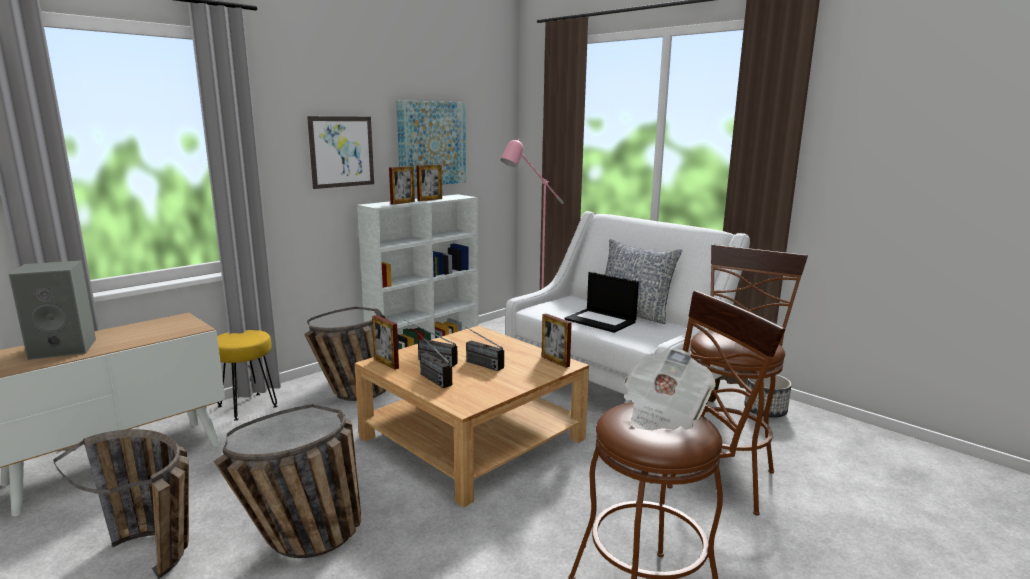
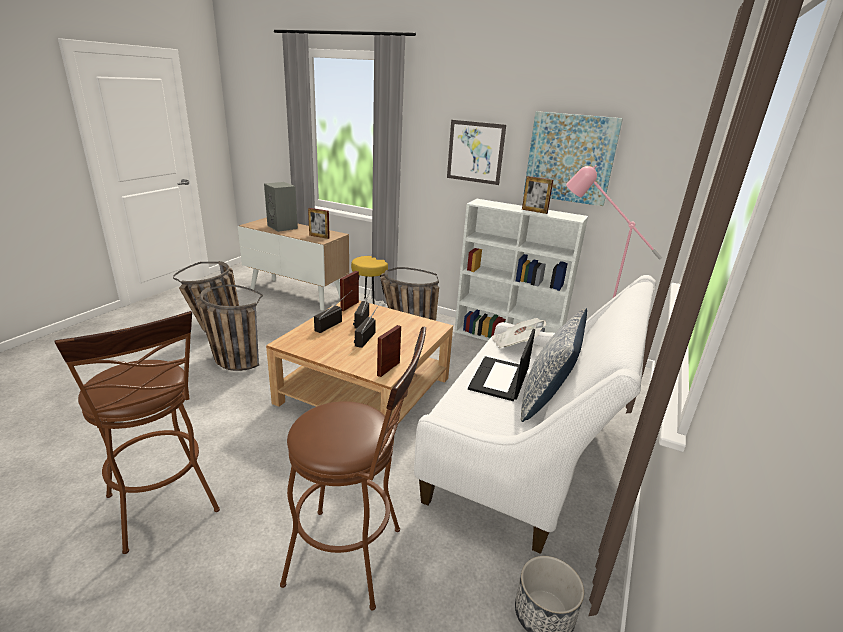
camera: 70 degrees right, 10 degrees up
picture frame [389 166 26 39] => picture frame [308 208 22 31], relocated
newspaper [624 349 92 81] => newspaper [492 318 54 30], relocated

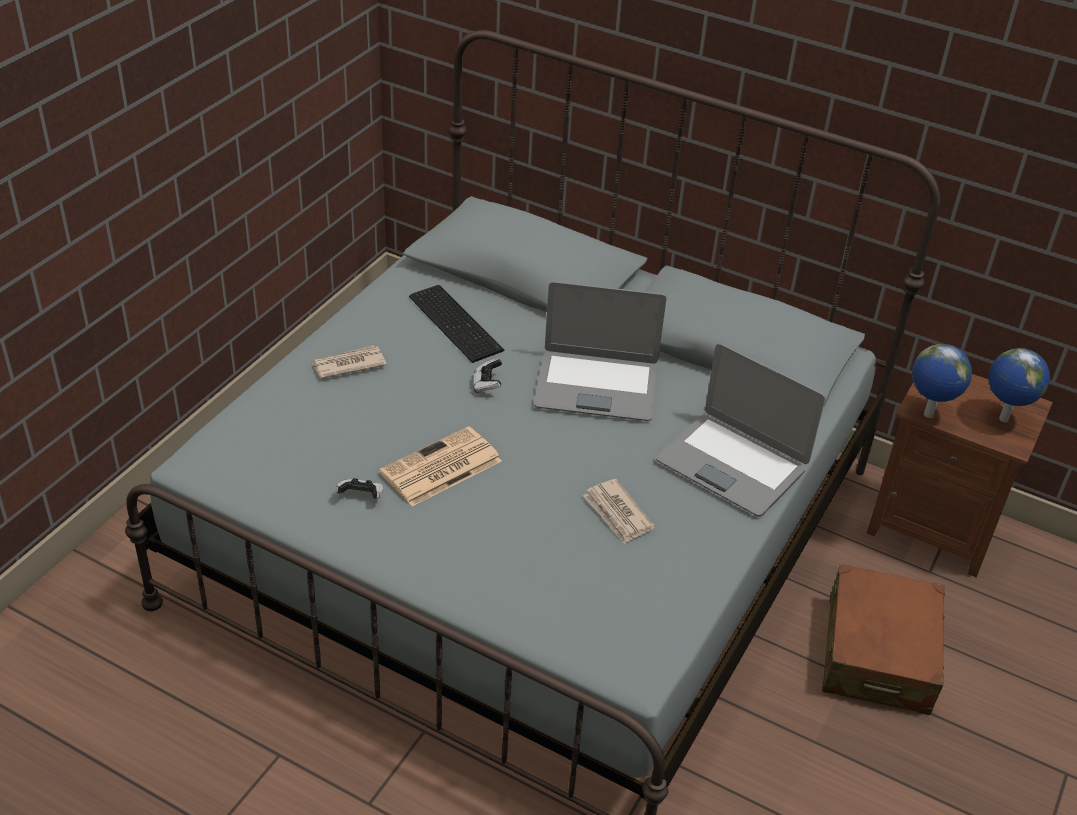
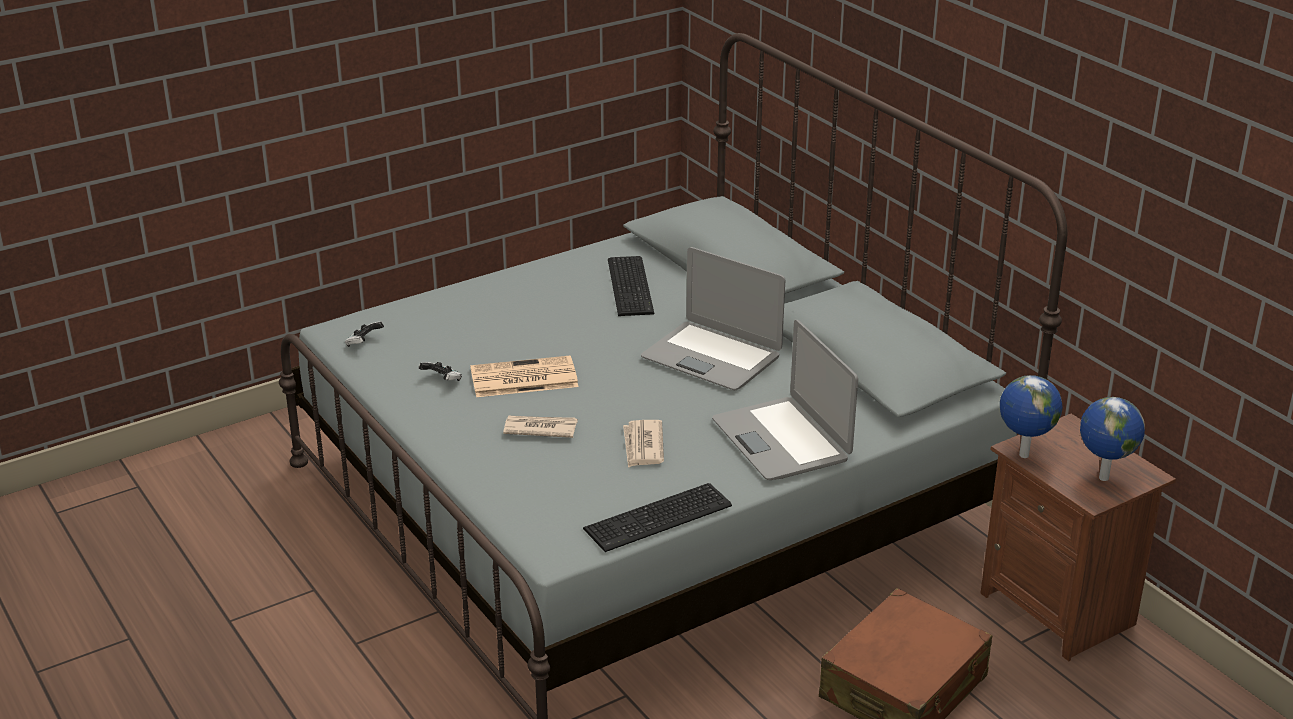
camera: 30 degrees right, 10 degrees down
newspaper [312 345 75 34] => newspaper [503 416 75 22], relocated
game controller [473 359 29 34] => game controller [345 321 39 26], relocated
nothing => keyboard [583 483 149 69]

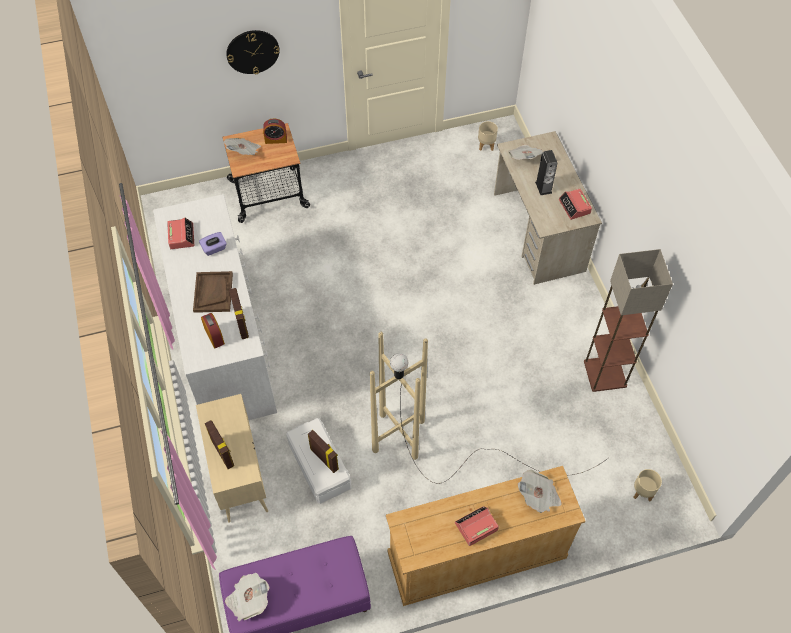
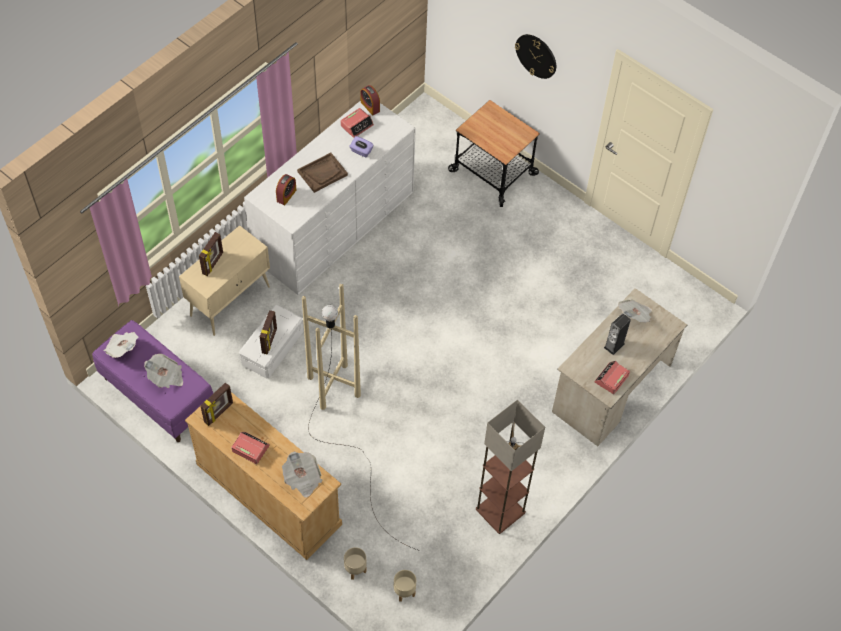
camera: 55 degrees right, 0 degrees up
newspaper [223 138 38 17] => newspaper [144 354 39 34], relocated
picture frame [229 288 20 51] => picture frame [200 383 33 43], relocated
alarm clock [263 119 24 25] => alarm clock [360 85 20 30], relocated
planter in beige [478 121 20 30] => planter in beige [344 547 22 33], relocated

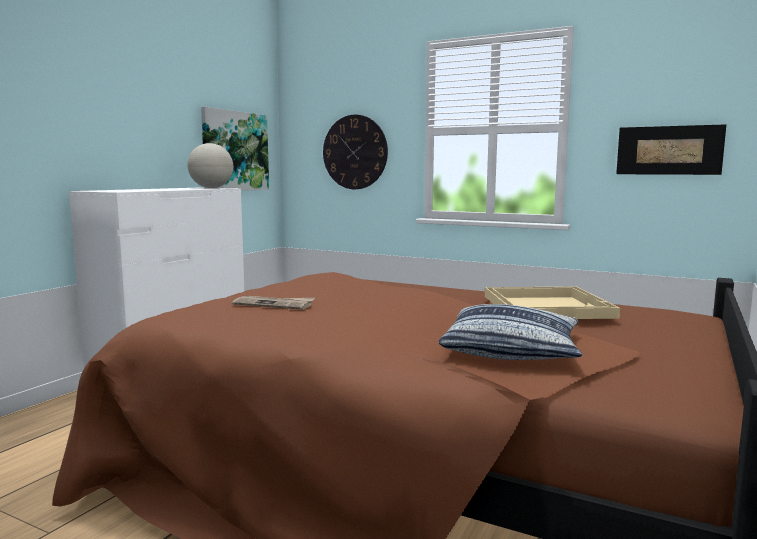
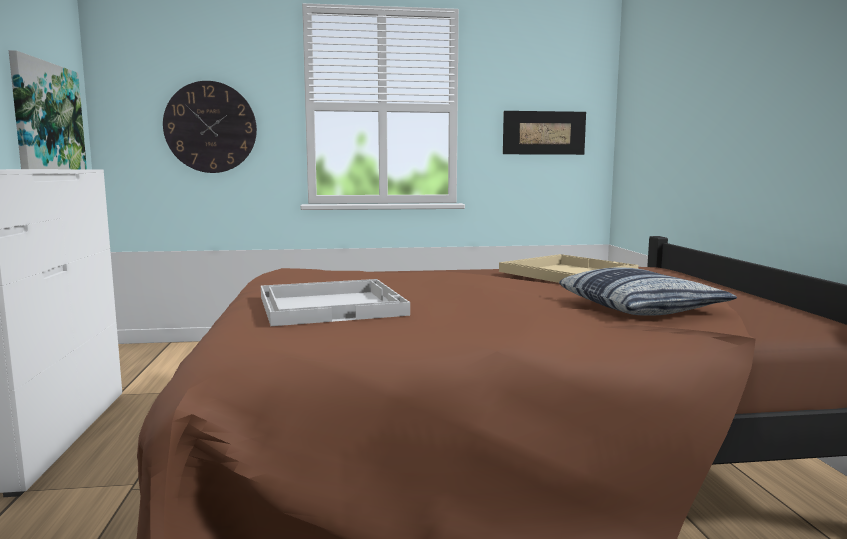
camera: 35 degrees left, 0 degrees up
globe [187 143 46 45] => nothing
newspaper [232 296 83 14] => tray in white [261 279 149 47]

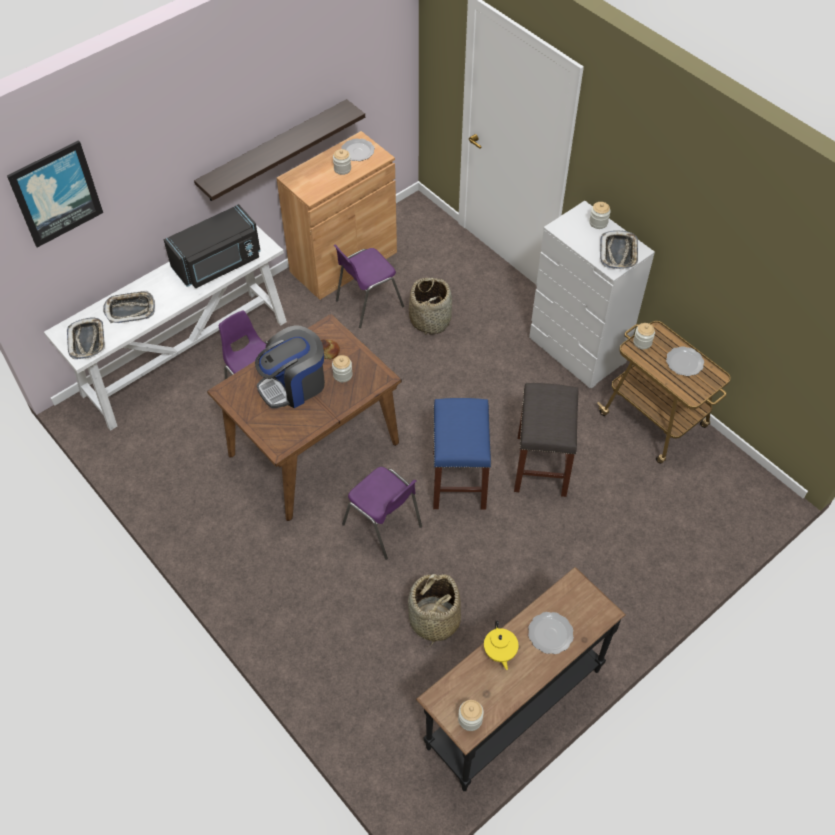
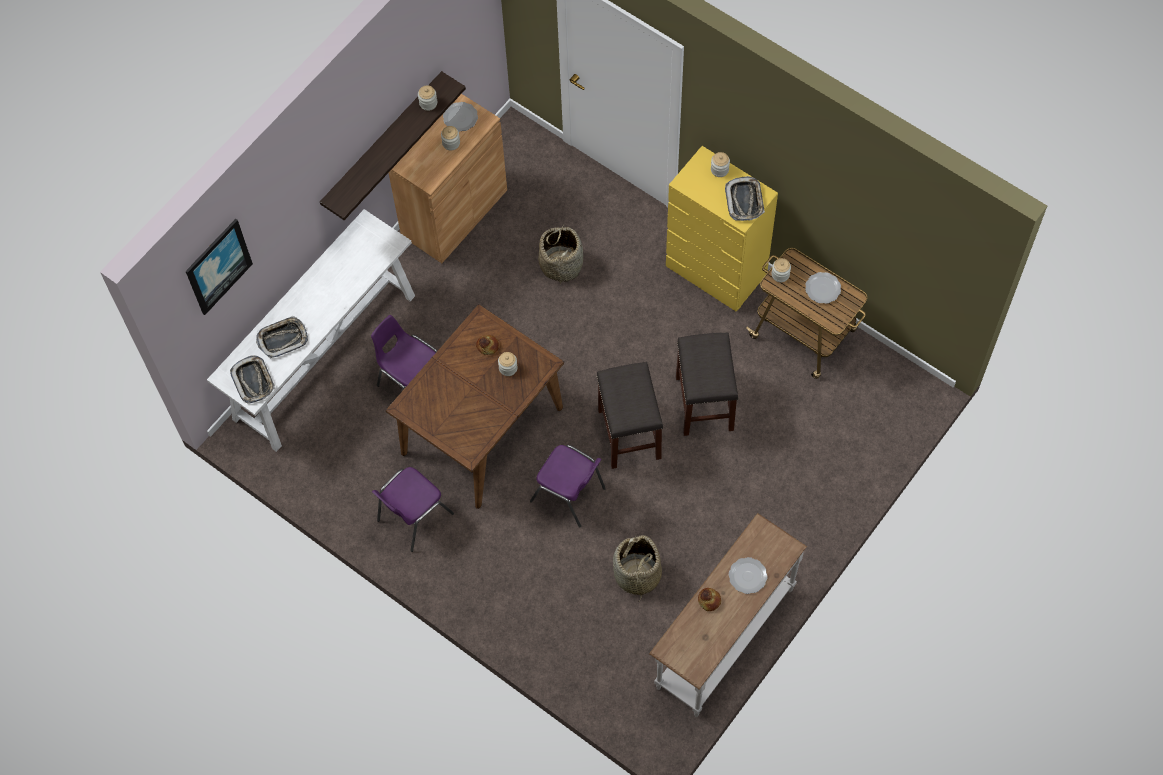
camera: 10 degrees left, 10 degrees up
microwave in black [164 204 97 84] => nothing
coffee machine [255 325 70 83] => nothing
chair in purple [334 244 70 84] => chair in purple [372 467 82 85], relocated
console table in black [416 567 210 224] => console table in white [649 513 158 204]
stool in blue [433 398 58 112] => stool in grey [596 362 67 107]
jar [458 700 26 31] => jar [418 85 19 26], relocated
teapot in yellow [484 620 34 50] => bread [698 588 23 23]
dresser in white [529 201 126 187] => dresser in yellow [666 146 112 165]

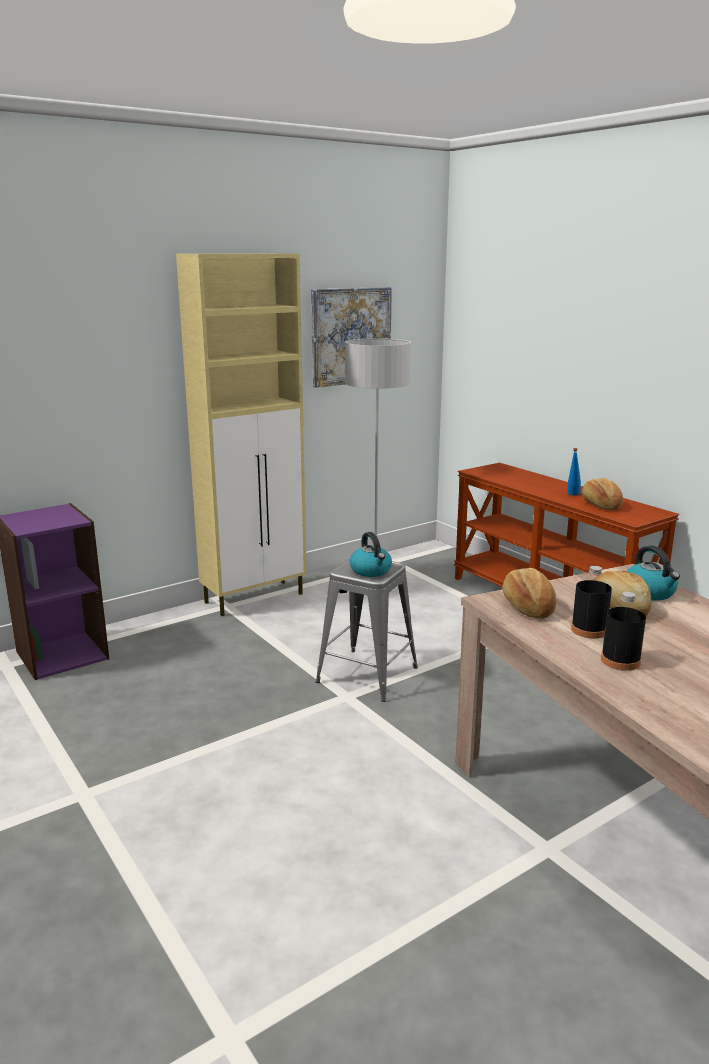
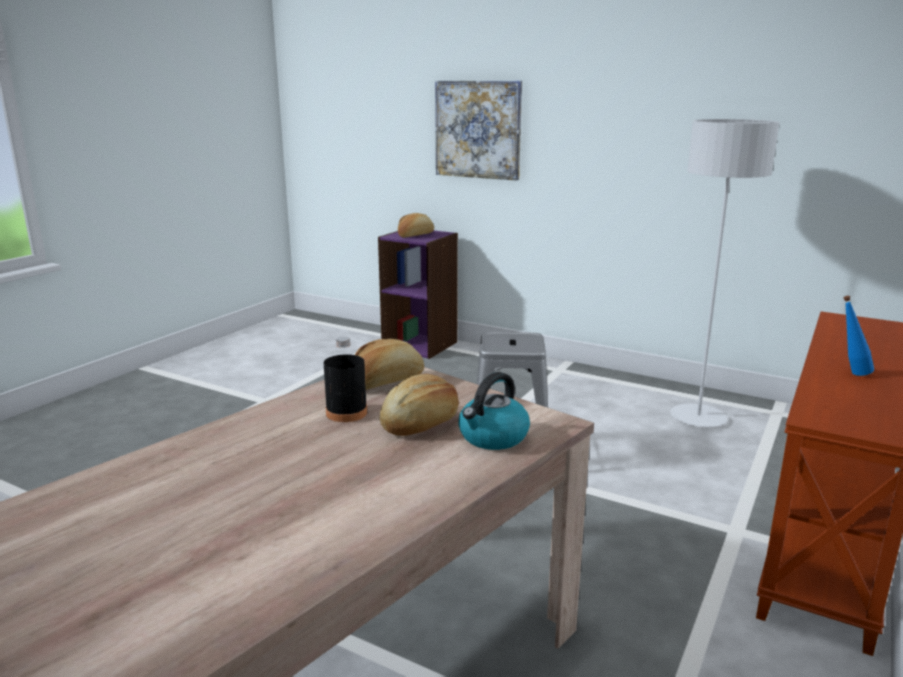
camera: 65 degrees right, 0 degrees up
cabinet in beige [176 254 131 362] => nothing
picture [311 287 81 101] => picture [435 81 87 100], relocated
kettle [350 532 42 45] => nothing
bread [582 478 41 32] => bread [398 213 36 25], relocated
bottle in black [601 592 45 79] => nothing

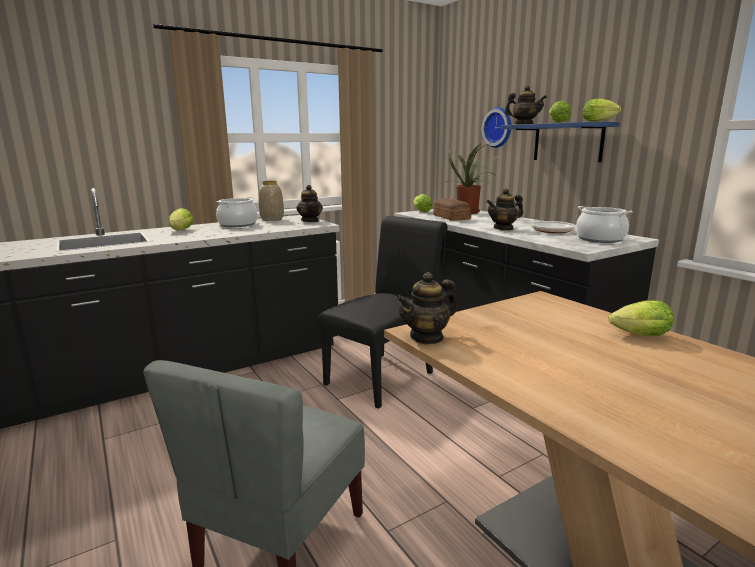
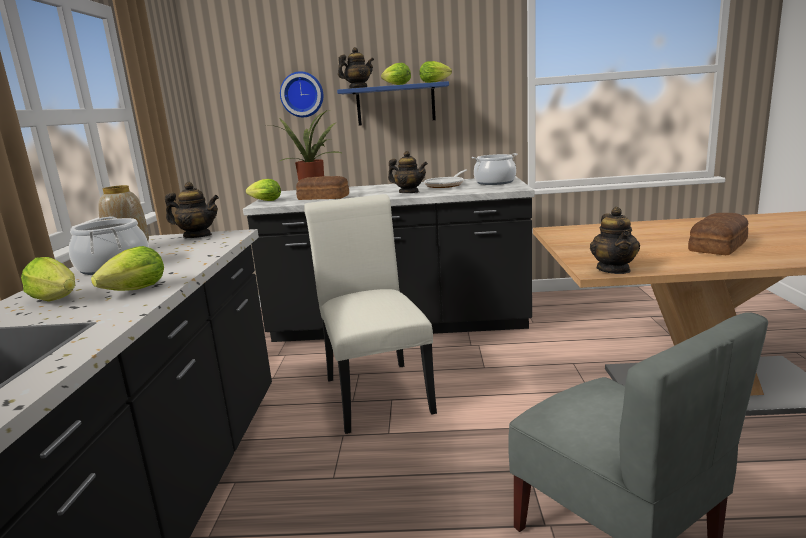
camera: 55 degrees left, 0 degrees up
chair in black [317 216 131 193] => chair in white [304 194 133 240]
teapot [486 188 37 42] => teapot [388 151 40 42], 75 degrees counterclockwise
lettuce [609 300 65 36] => lettuce [91 246 73 45], relocated
nothing => bread [688 213 61 42]

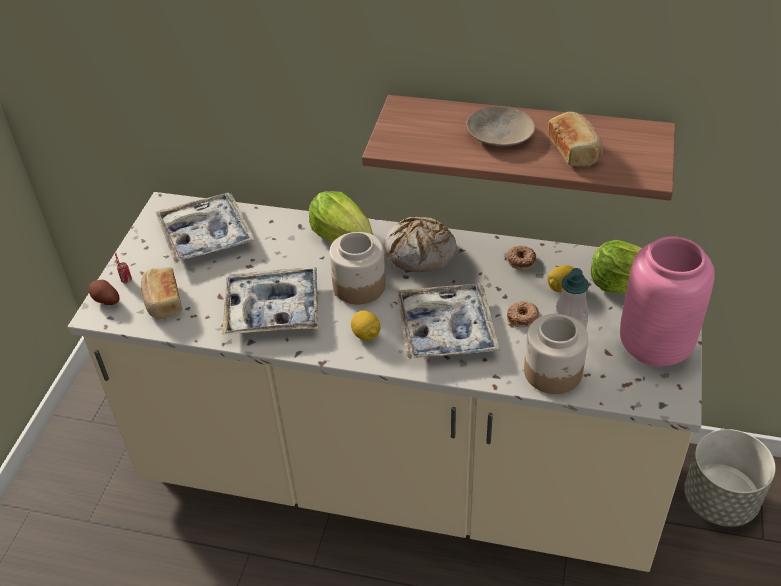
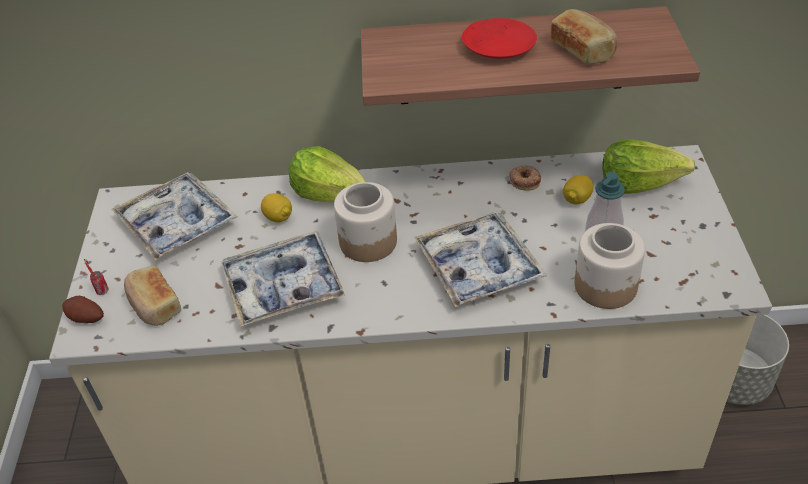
camera: 15 degrees left, 0 degrees up
lemon [351 310 29 31] => lemon [261 193 31 30], relocated
bread [384 217 73 55] => nothing
plate in beige [467 106 68 40] => plate in red [462 18 75 41]
donut [507 301 32 26] => nothing
vase in pink [620 236 95 131] => nothing

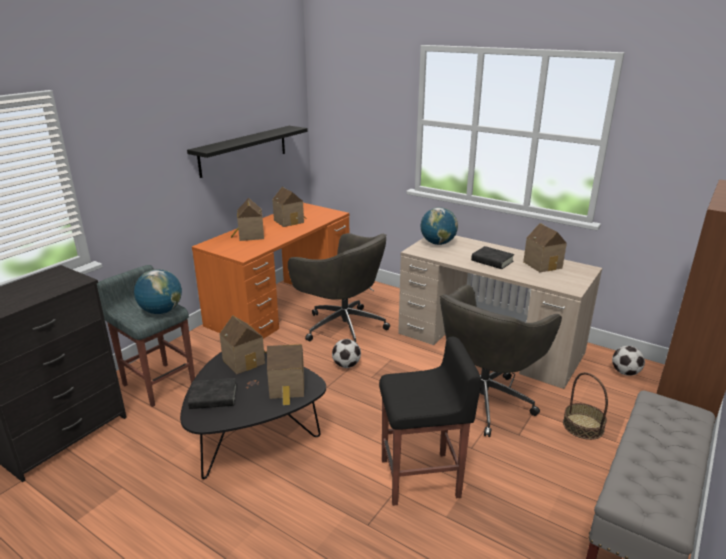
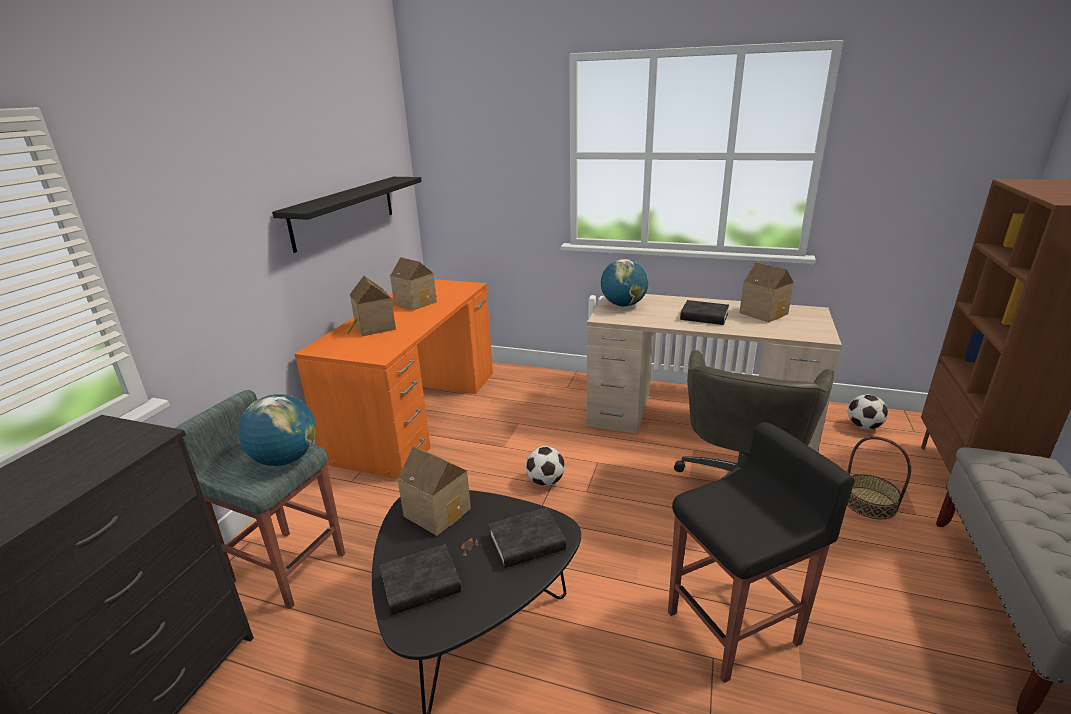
camera: 15 degrees left, 0 degrees up
toy house [267 344 37 61] => book in black [489 507 77 61]
office chair in grey [288 233 102 109] => nothing

